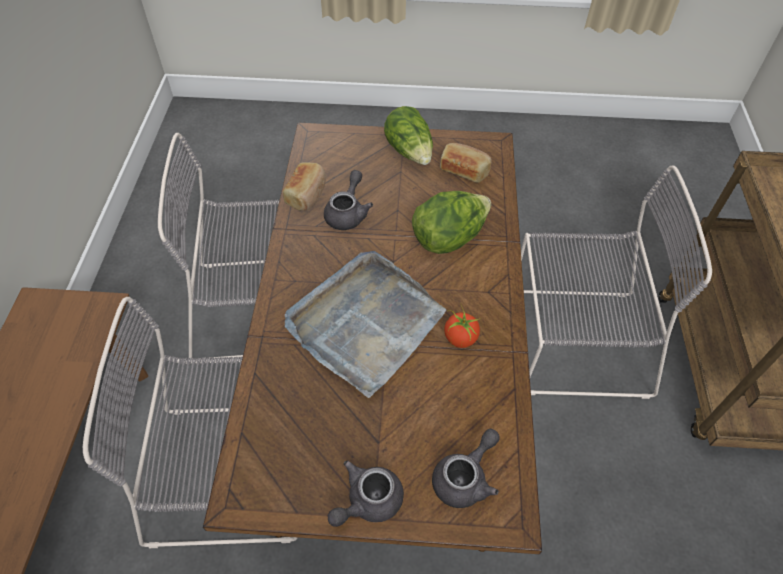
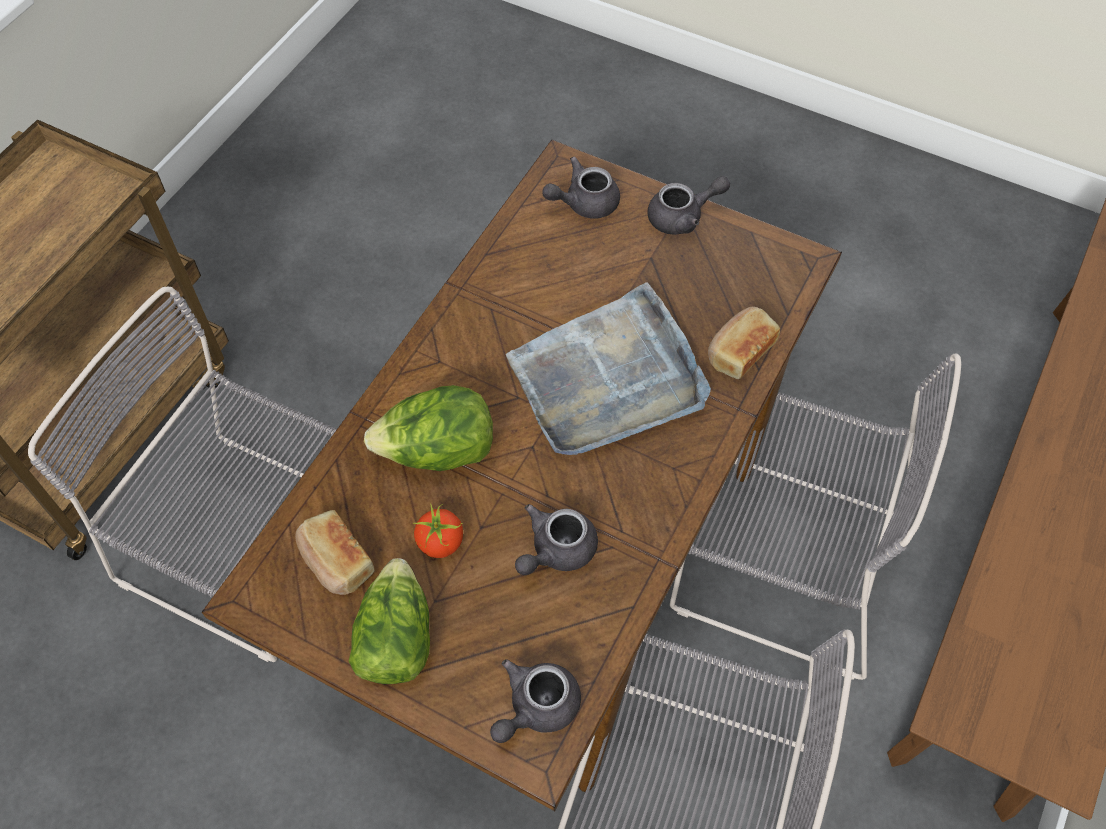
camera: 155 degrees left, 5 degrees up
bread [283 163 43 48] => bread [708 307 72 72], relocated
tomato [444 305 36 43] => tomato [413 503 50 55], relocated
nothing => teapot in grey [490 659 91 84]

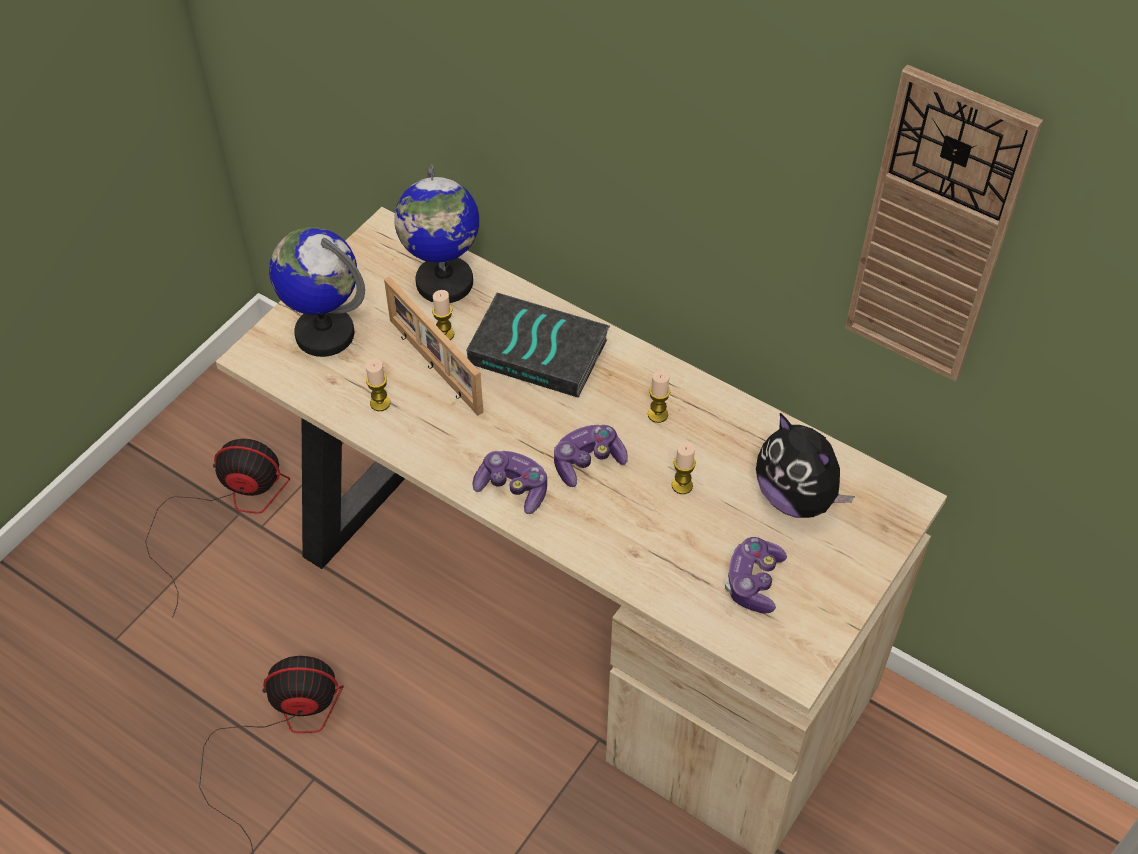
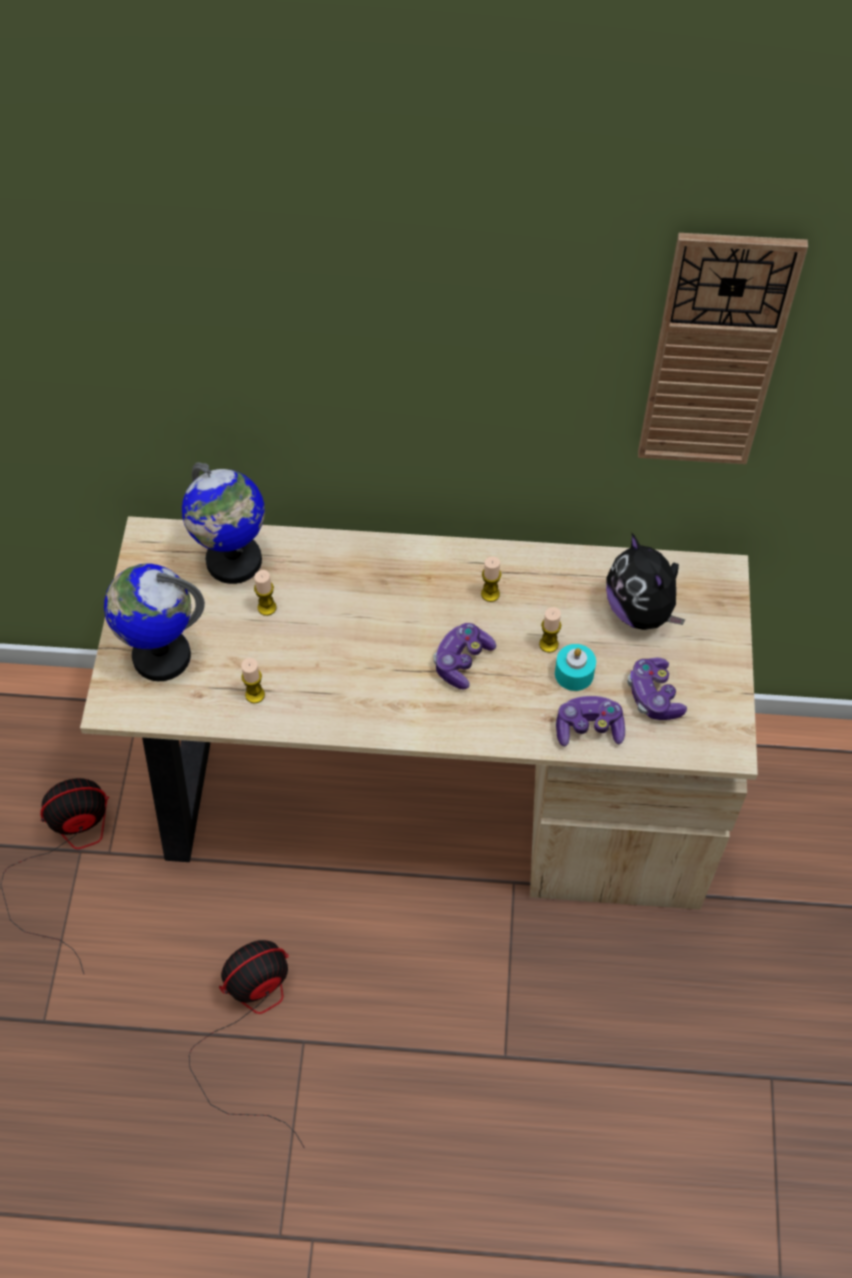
camera: 30 degrees left, 5 degrees up
picture frame [384 277 99 139] => nothing
book [467 293 143 105] => nothing
game controller [472 451 75 63] => game controller [556 696 69 51], relocated
plush toy [756 413 99 105] => plush toy [606 533 79 97], 45 degrees clockwise
nothing => candle in turquoise [555 644 41 47]

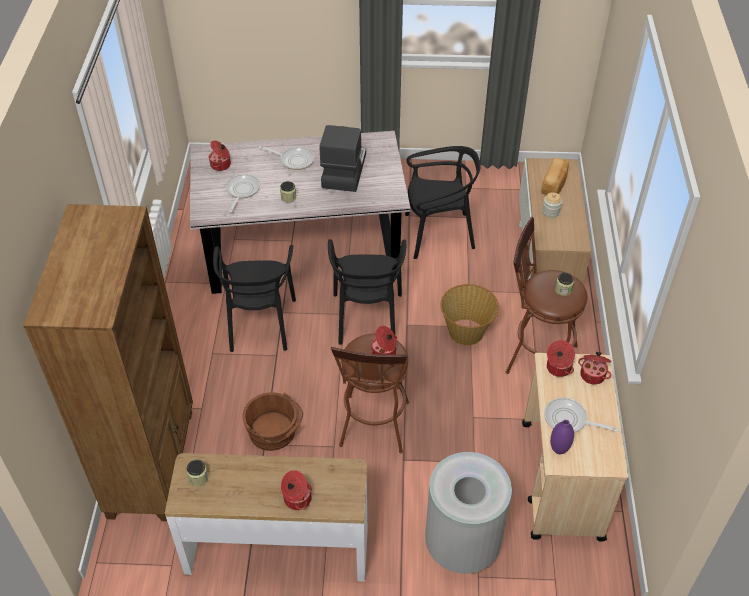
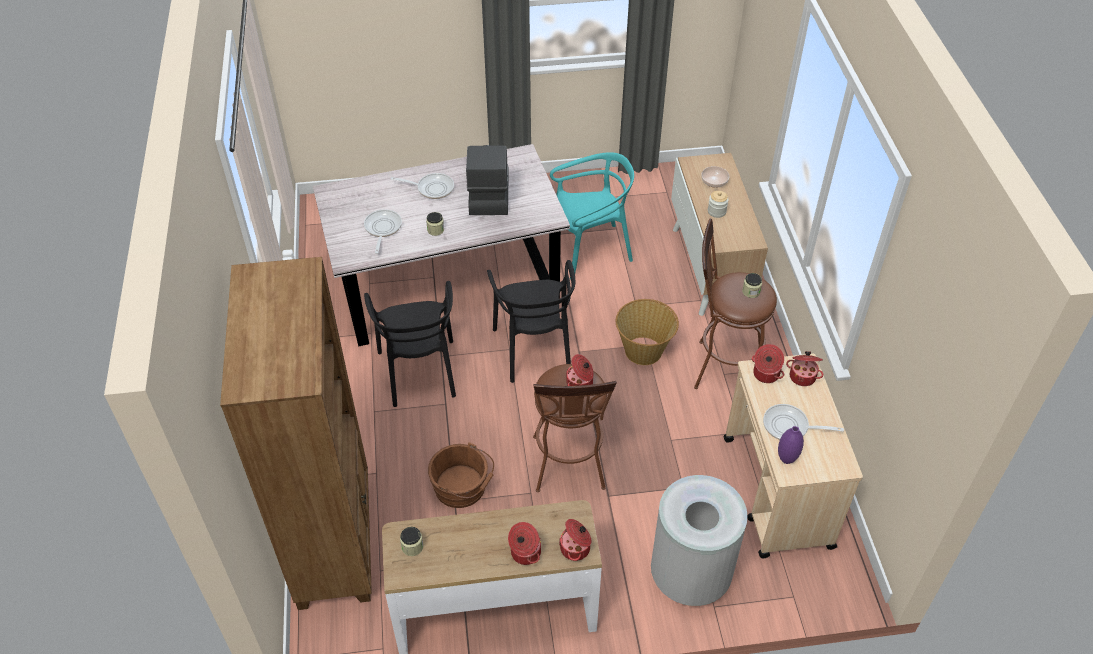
camera: 10 degrees left, 0 degrees up
cooking pot [209 141 22 30] => cooking pot [559 519 32 42], relocated
chair in black [405 146 75 113] => chair in turquoise [550 152 84 128]
bread [541 158 28 37] => bowl [701 166 28 22]

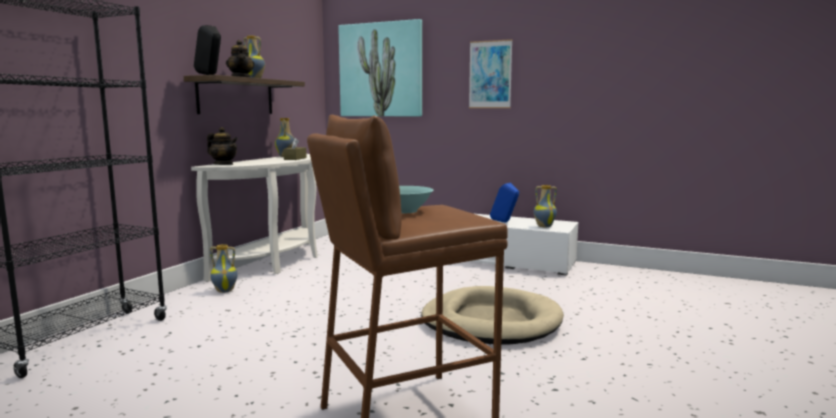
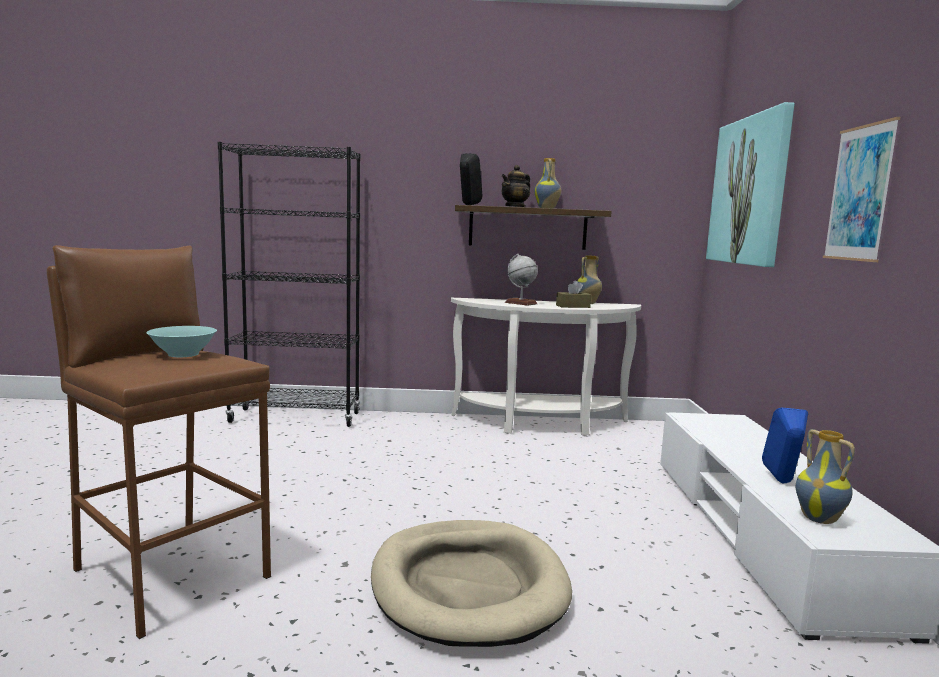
camera: 65 degrees right, 0 degrees up
teapot [207 127 31 38] => nothing
vase [210 244 28 49] => nothing
nothing => globe [505 254 33 52]

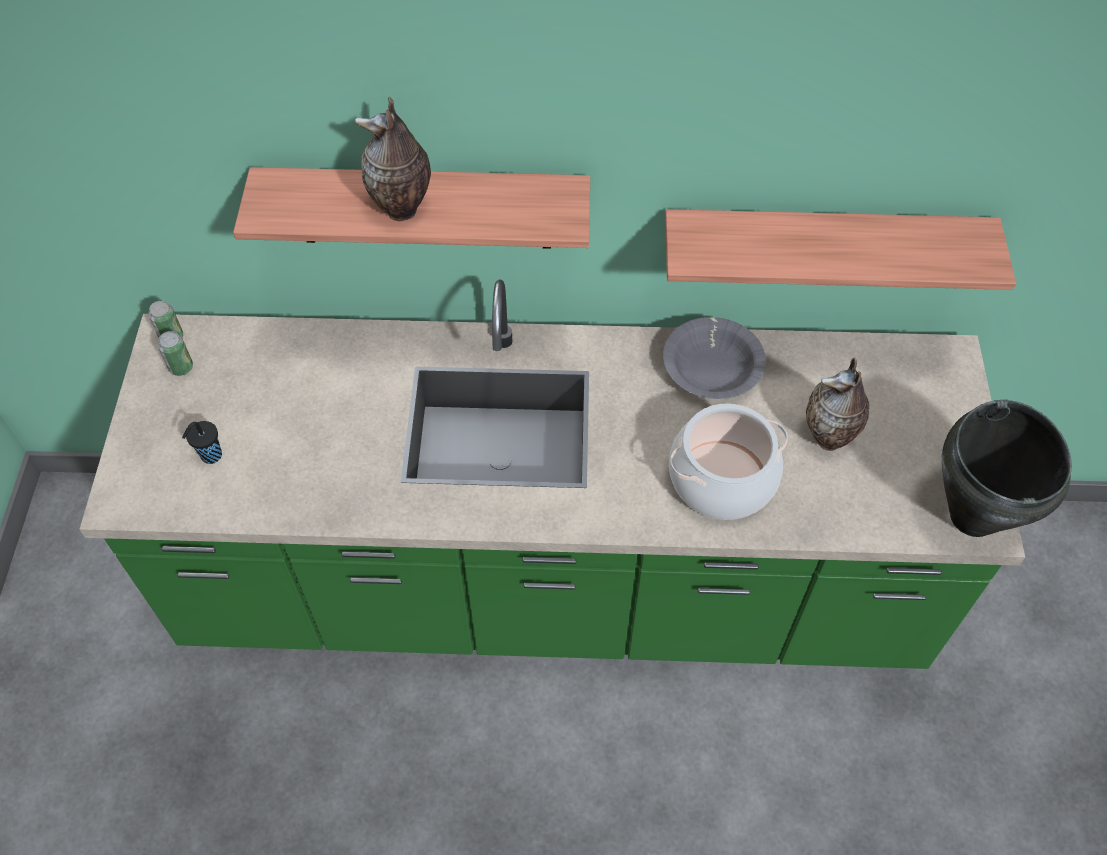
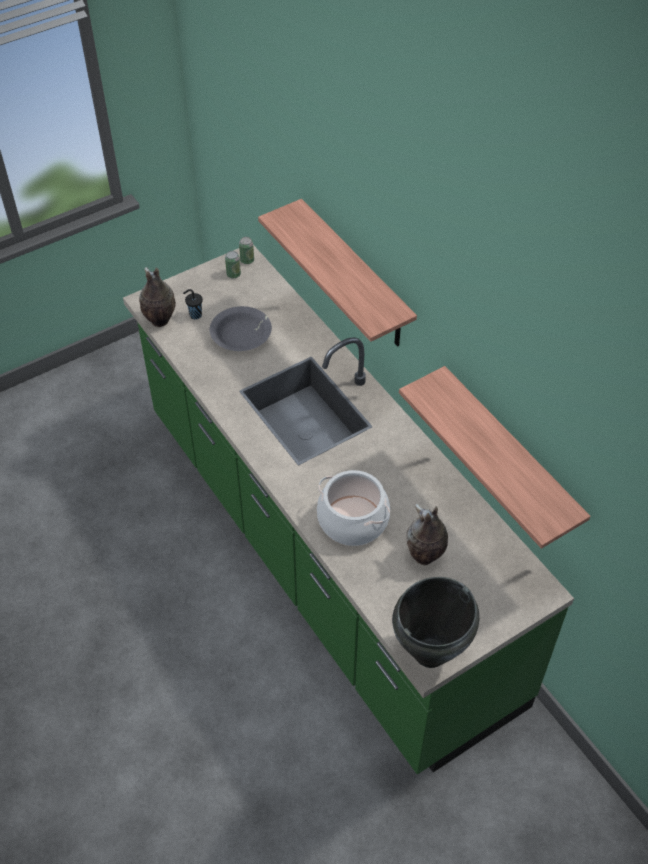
camera: 55 degrees right, 5 degrees down
vase [355 96 76 125] => vase [139 267 37 60], relocated
bowl in grey [663 317 103 82] => bowl in grey [210 306 62 45], relocated

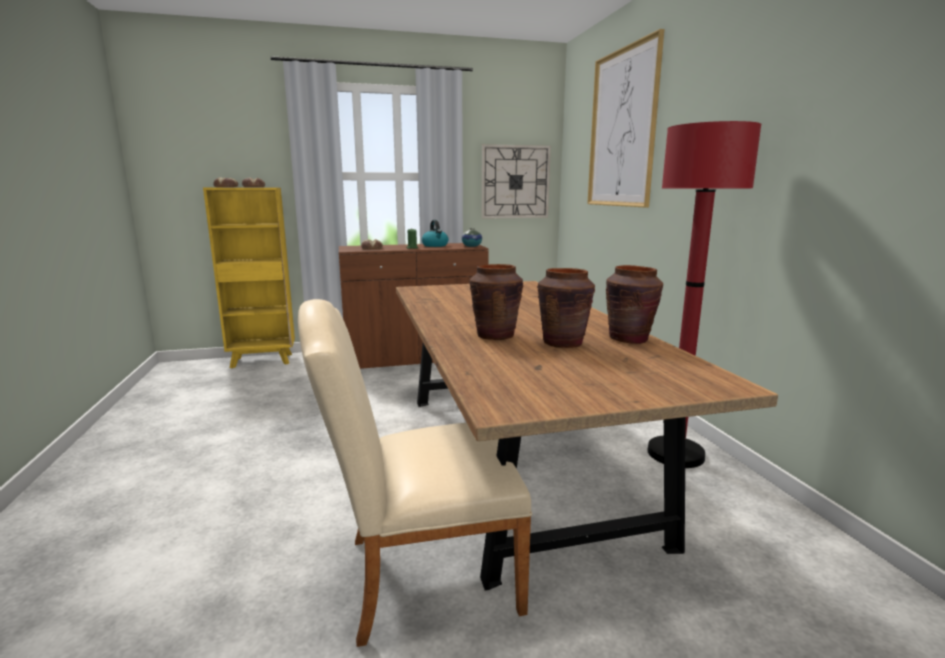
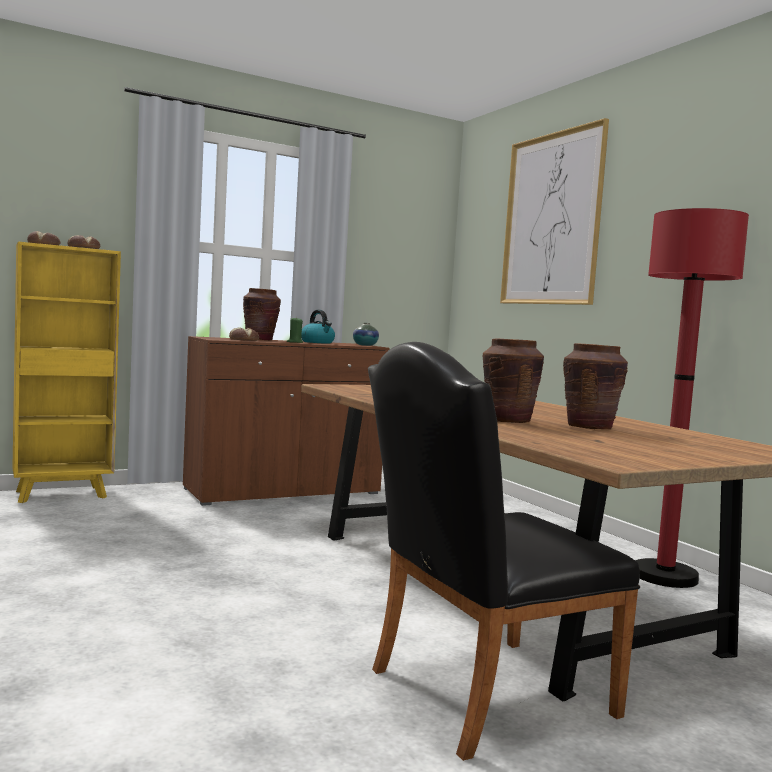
camera: 15 degrees left, 10 degrees down
chair in beige [298 299 234 348] => chair in black [368 342 272 419]
wall clock [482 144 69 75] => nothing
vase in brown [606 265 57 79] => vase in brown [243 288 38 52], relocated

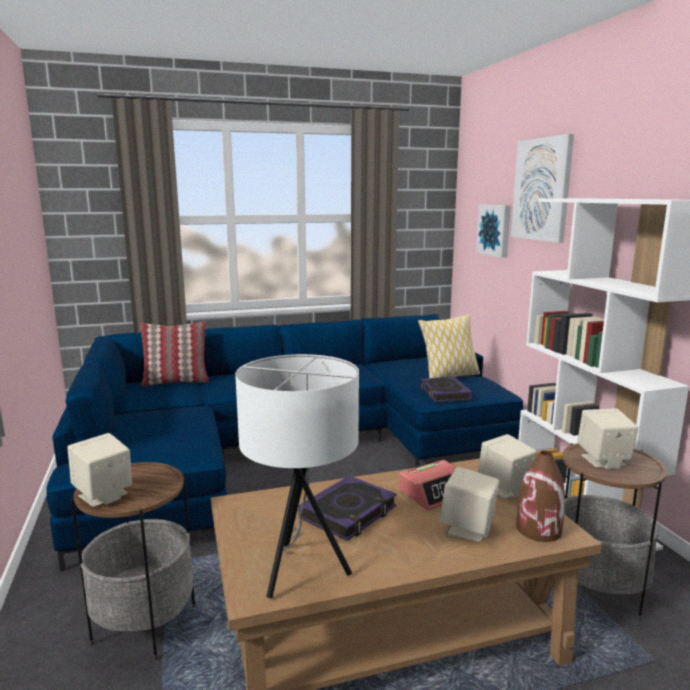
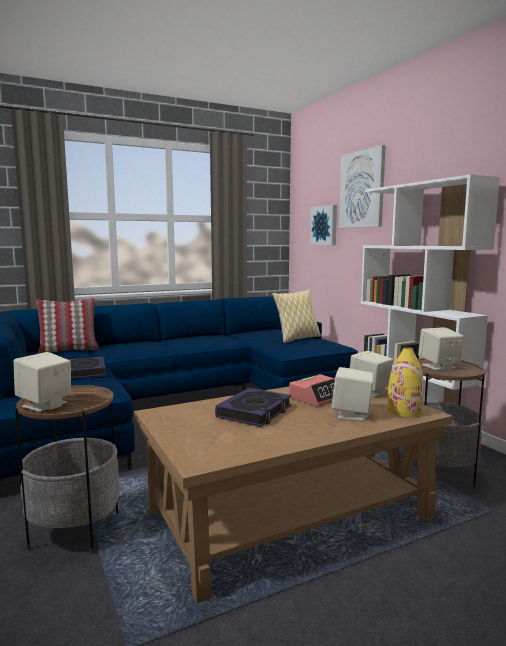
camera: 10 degrees left, 5 degrees down
table lamp in white [235 354 124 244] => nothing
book [421 377 51 25] => book [68 357 38 22], relocated
vase in brown [516 451 49 91] => vase in yellow [387 347 37 71]

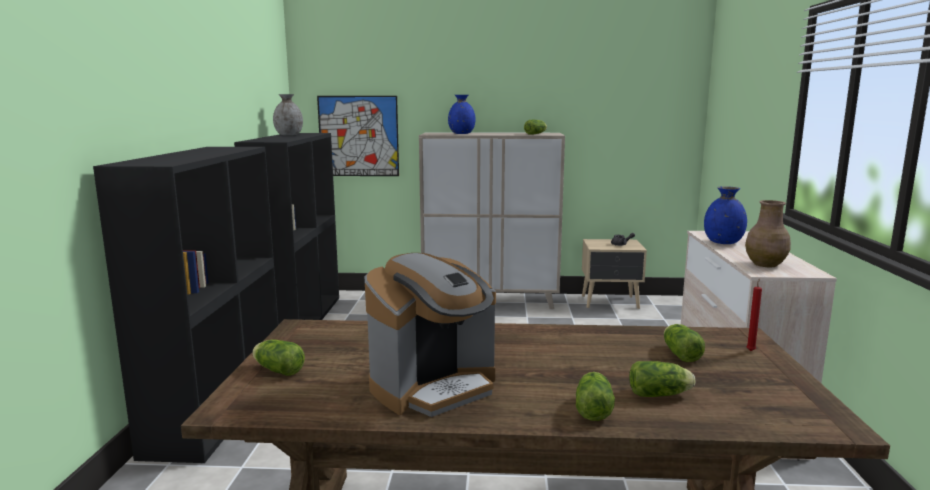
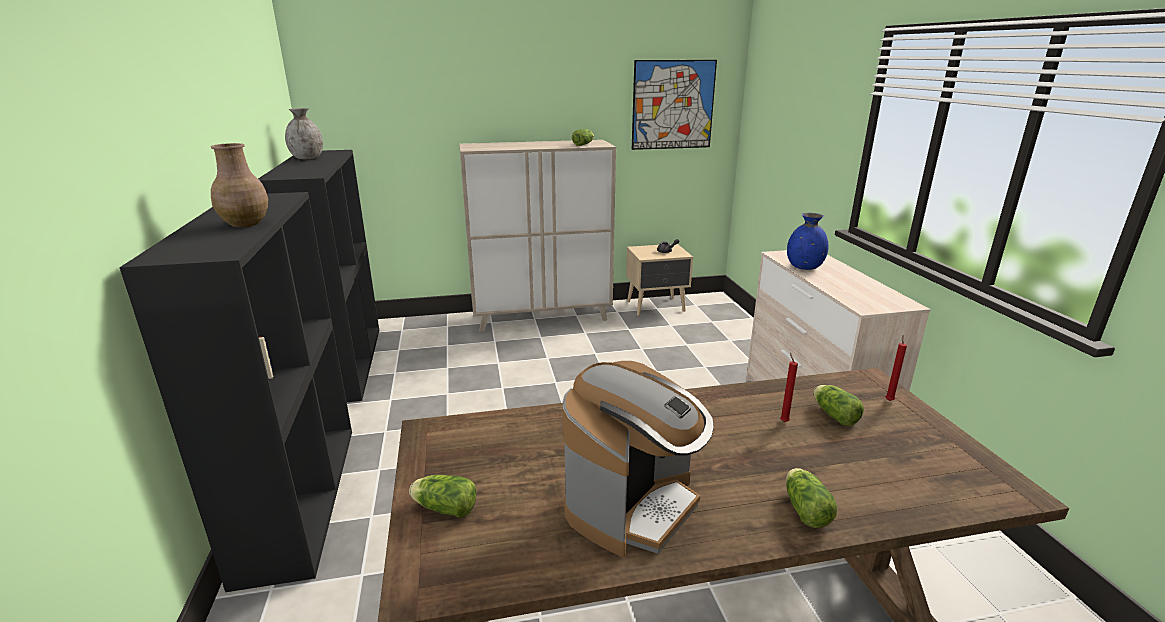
camera: 15 degrees left, 10 degrees up
picture [317 96 82 80] => picture [632 60 85 90], relocated
vase in blue [448 95 28 39] => nothing
lettuce [629 361 66 36] => nothing
vase in brown [745 200 46 67] => vase in brown [211 143 57 84], relocated
nothing => candle in red [780 353 18 69]

